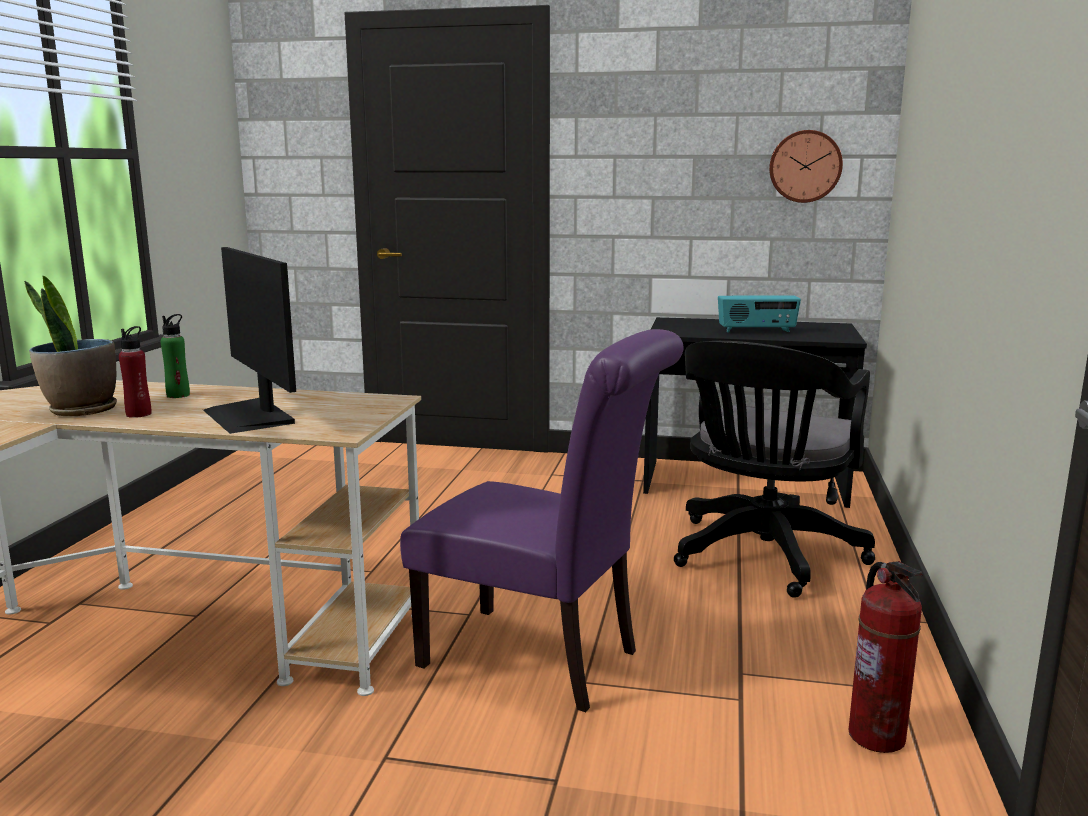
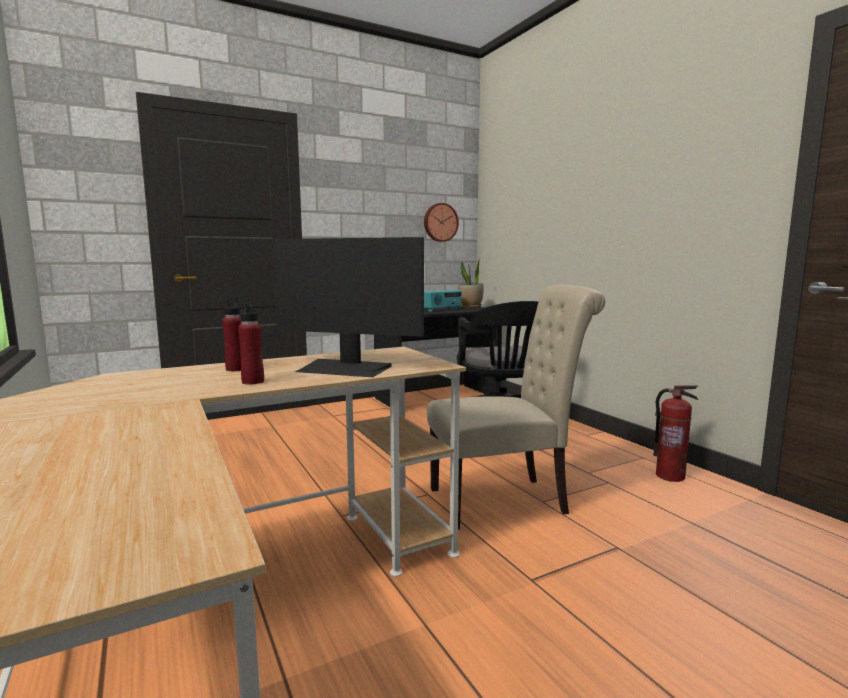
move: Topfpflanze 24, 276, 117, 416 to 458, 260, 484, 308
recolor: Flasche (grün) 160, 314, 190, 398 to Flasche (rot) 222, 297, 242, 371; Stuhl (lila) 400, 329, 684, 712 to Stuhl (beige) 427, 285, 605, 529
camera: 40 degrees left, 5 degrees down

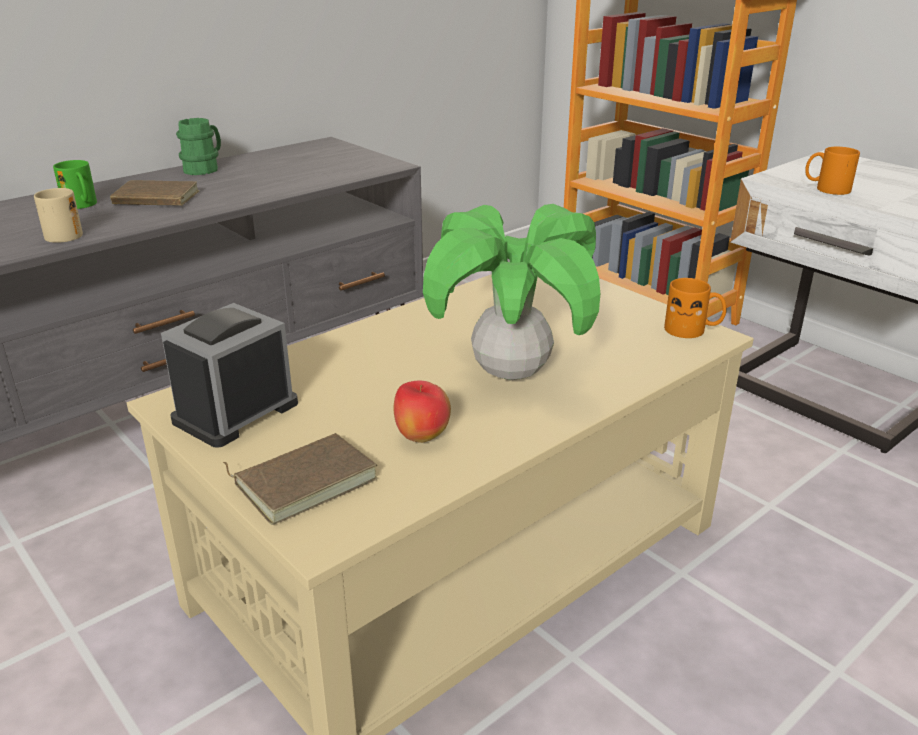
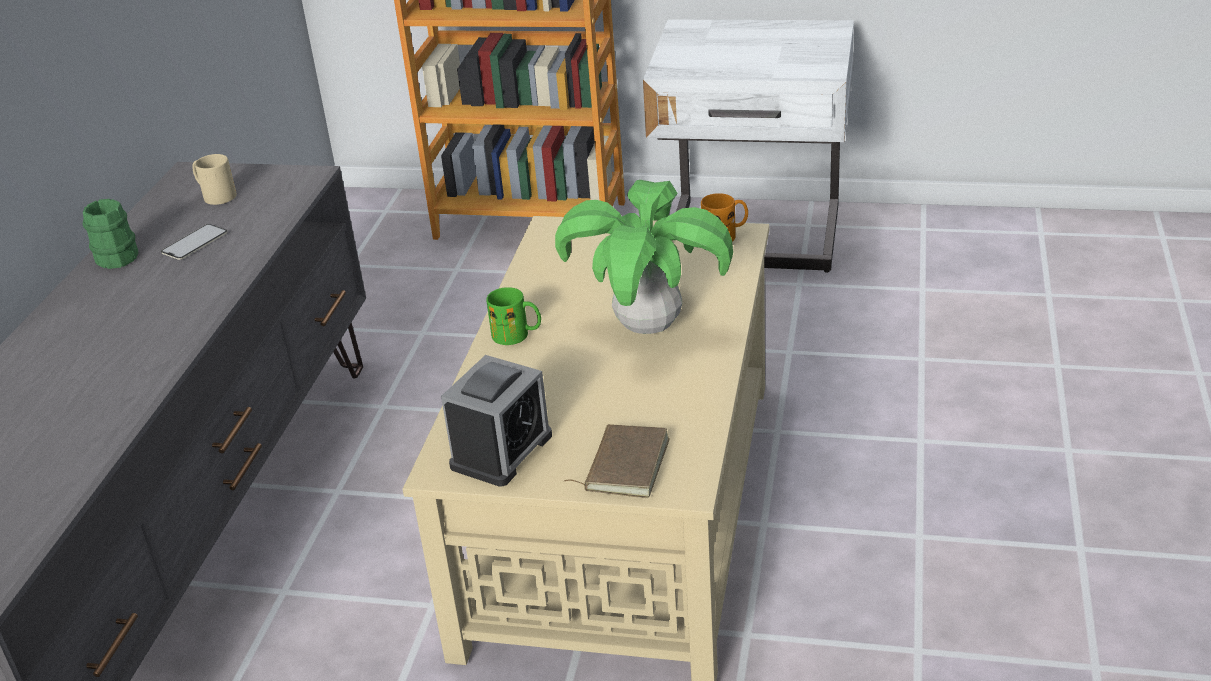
delete: Buch (braun) 110, 180, 200, 206; Apfel 394, 381, 451, 443; Henkelbecher (orange) 805, 147, 860, 195
insert: Handy 161, 224, 227, 260
move: Henkelbecher (beige) 34, 188, 83, 243 to 193, 154, 237, 205; Henkelbecher (grün) 53, 160, 97, 209 to 486, 287, 541, 345
rotate: Wecker 161, 303, 298, 448 = 441, 355, 552, 487 150 degrees counterclockwise
camera: 35 degrees left, 5 degrees up

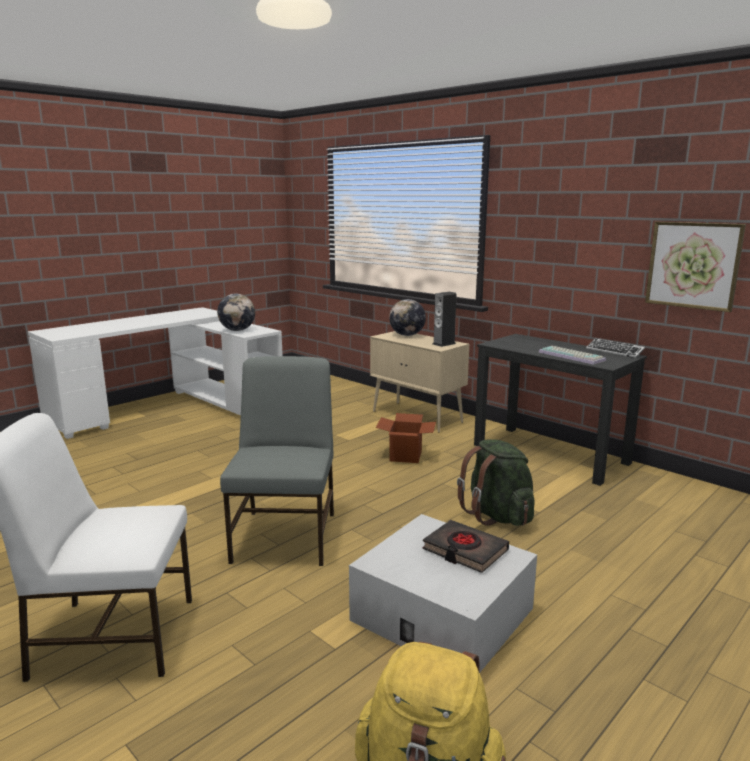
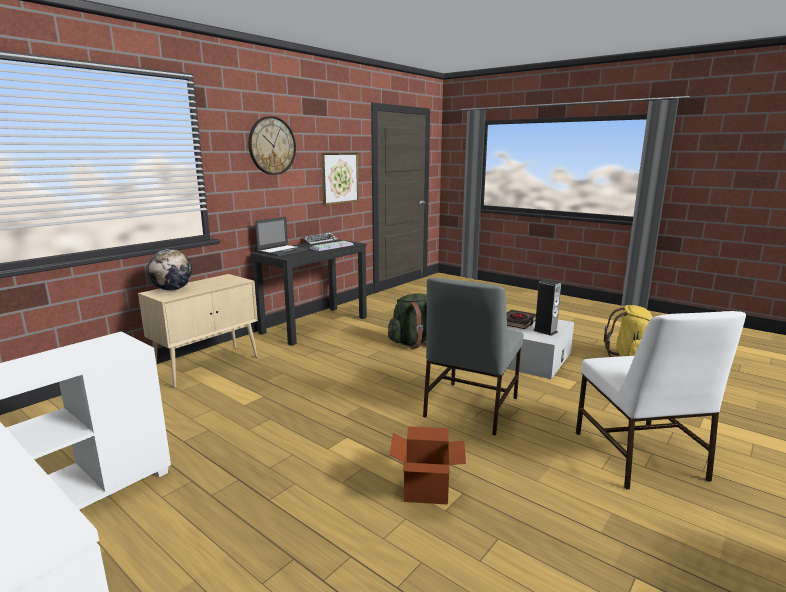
delete: Globus 217, 294, 255, 331
insert: Wanduhr 248, 116, 296, 175; Laptop 255, 217, 307, 256
move: Karton 376, 413, 436, 463 to 390, 426, 466, 505; Lautsprecher 433, 292, 456, 347 to 533, 280, 561, 336
rotate: Stuhl (grau) 220, 356, 334, 566 = 423, 278, 523, 436 60 degrees counterclockwise
camera: 95 degrees left, 0 degrees up

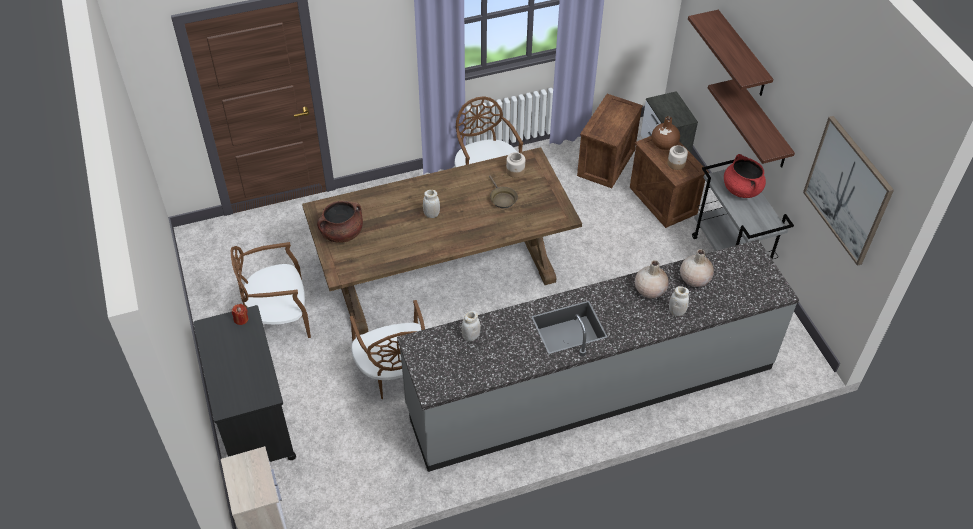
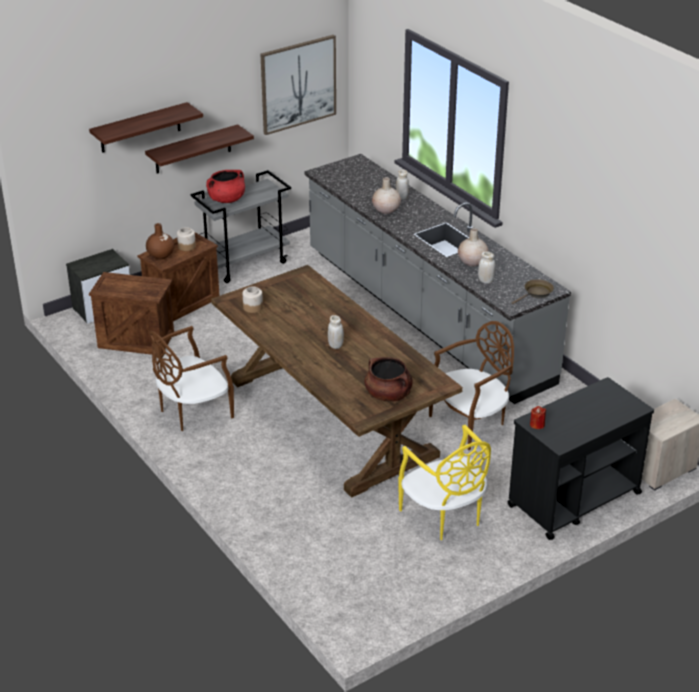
move: Pfanne (braun) 489, 176, 518, 208 to 512, 279, 554, 304; Vase (beige) 680, 249, 714, 287 to 458, 228, 489, 266
recolor: Stuhl (braun) 230, 242, 311, 338 to Stuhl (gelb) 398, 425, 491, 540
camera: 105 degrees left, 15 degrees down

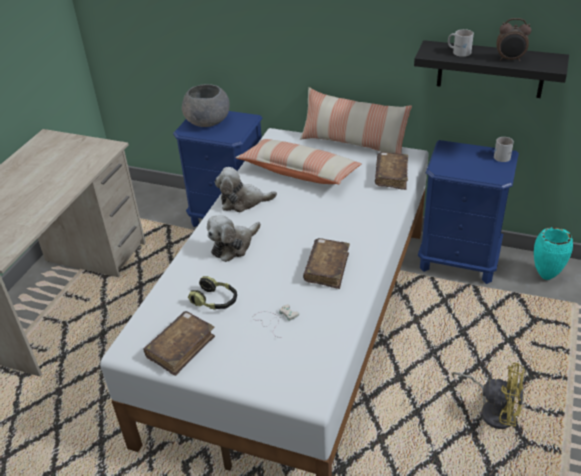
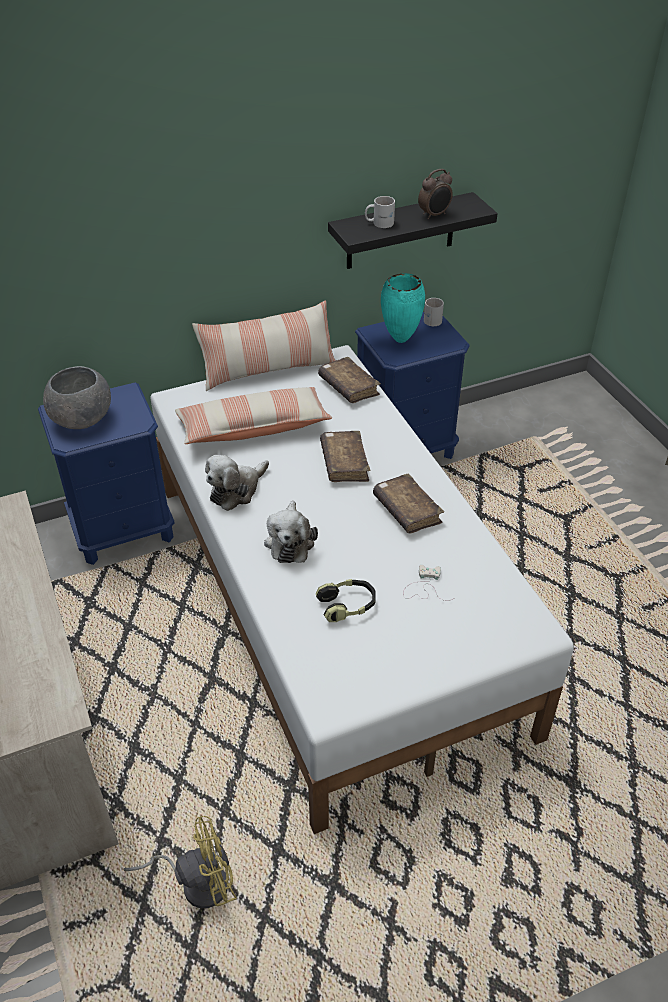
move: Buch (braun) 143, 311, 215, 376 to 320, 431, 370, 482; Ventilator (gelb) 452, 363, 525, 429 to 124, 816, 237, 908; Vase (türkis) 534, 227, 573, 280 to 381, 273, 425, 343
camera: 45 degrees left, 5 degrees up

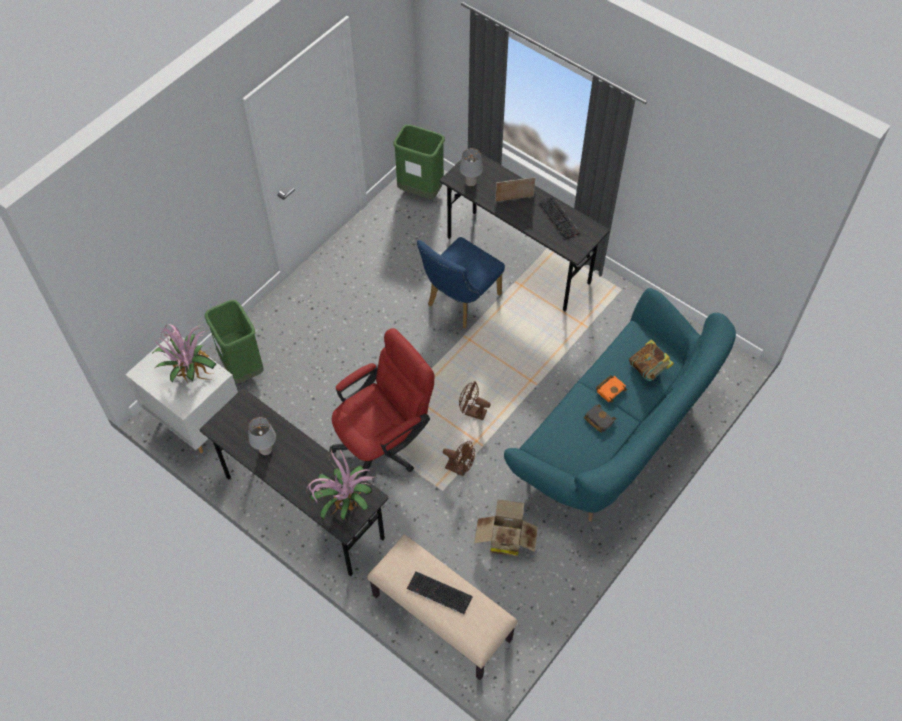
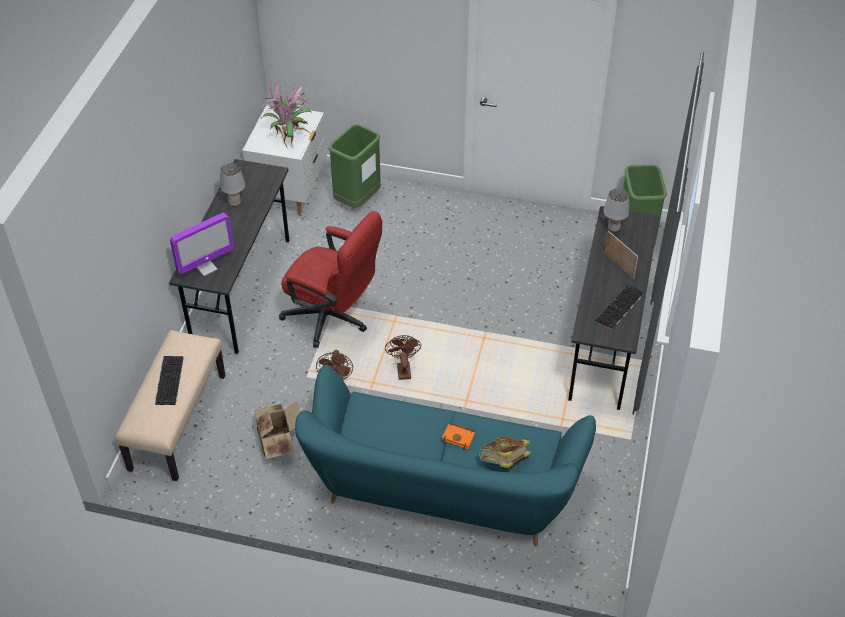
delete: Stuhl (blau) 417, 237, 505, 328; Buch (schwarz) 584, 404, 616, 433
replace: Topfpflanze 307, 448, 375, 522 to Monitor 170, 213, 234, 276
camera: 65 degrees right, 10 degrees down

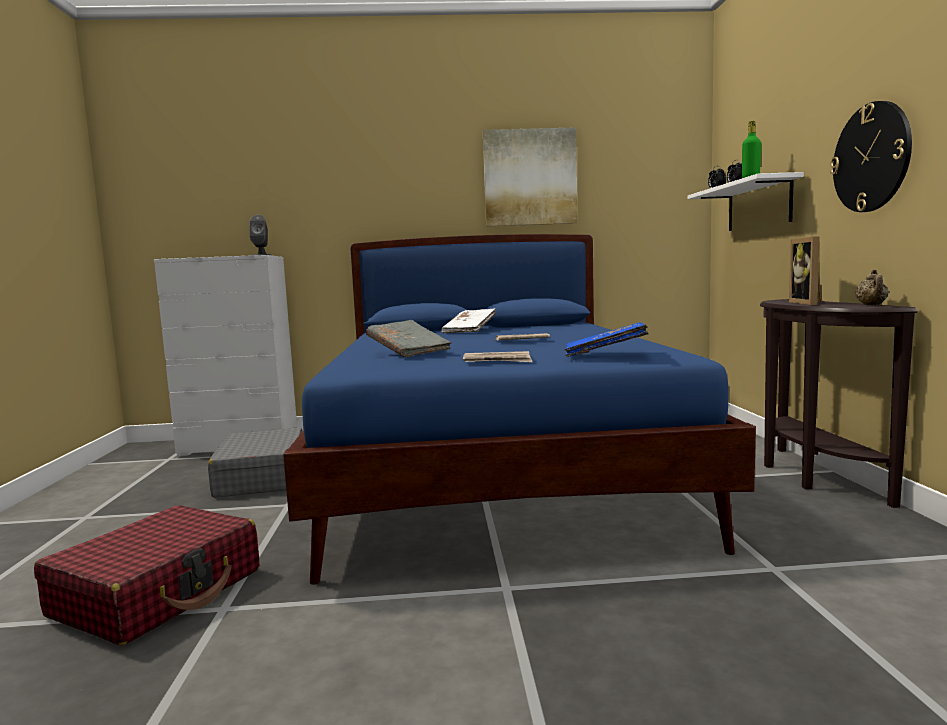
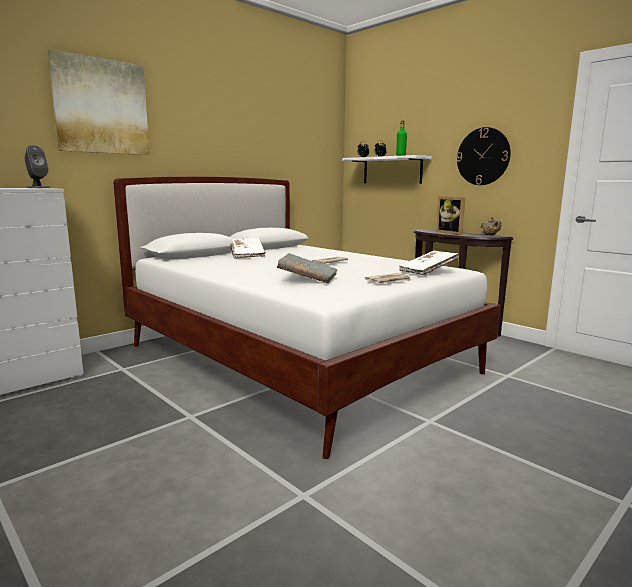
delete: Koffer (rot) 34, 505, 259, 646; Koffer (grau) 208, 427, 303, 498
move: Bild 483, 127, 578, 226 to 48, 49, 150, 155
recolor: Bett (blau) 283, 234, 756, 585 to Bett (weiß) 114, 177, 500, 459; Buch (blau) 564, 322, 649, 357 to Buch (weiß) 399, 251, 459, 275
camera: 40 degrees left, 5 degrees up

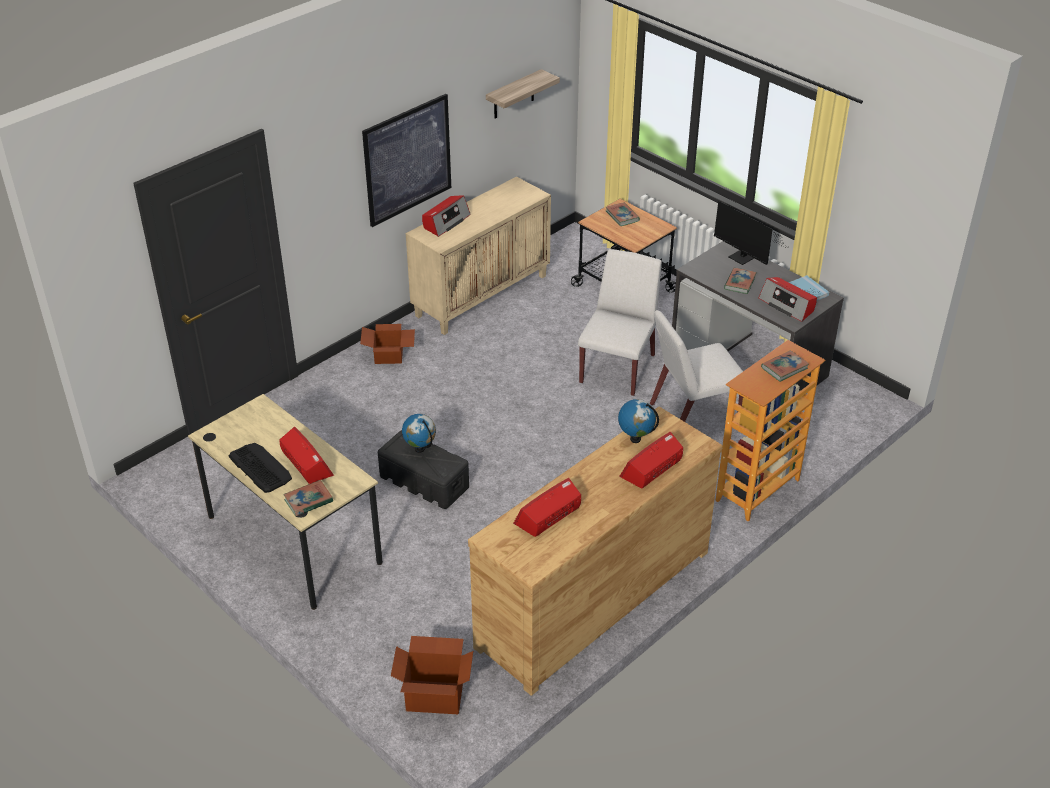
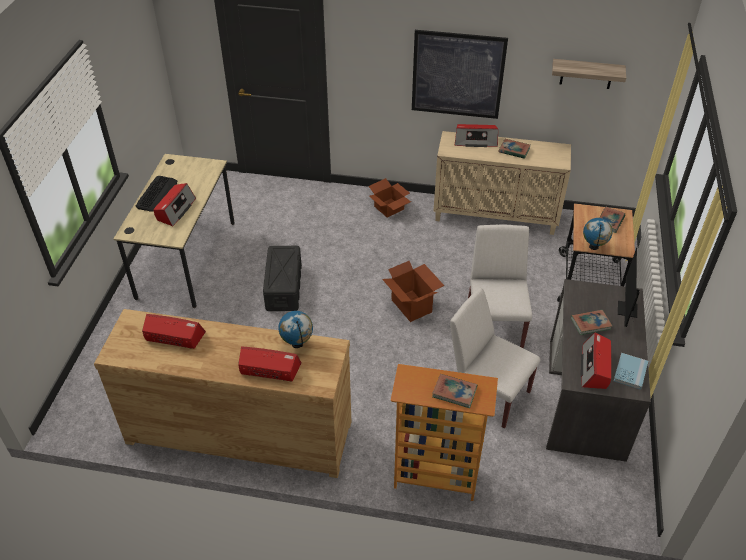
move: Buch 283, 480, 333, 516 to 499, 139, 530, 159; Karton 391, 636, 473, 714 to 382, 261, 444, 322; Globus 402, 414, 436, 453 to 583, 218, 613, 250
rotate: Stuhl (weiß) 578, 249, 662, 396 = 468, 224, 532, 348 75 degrees counterclockwise
camera: 55 degrees right, 5 degrees up

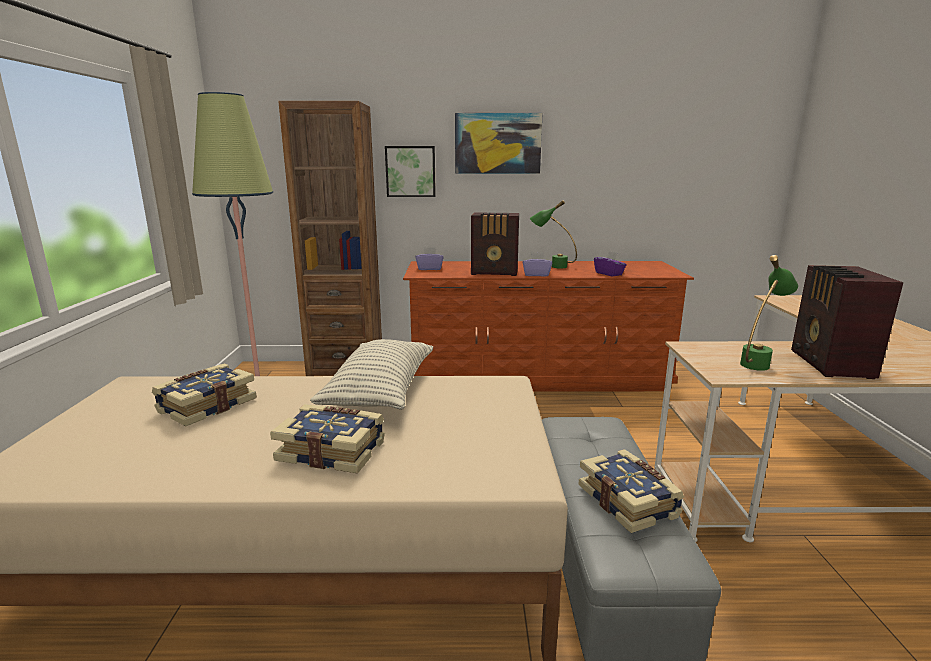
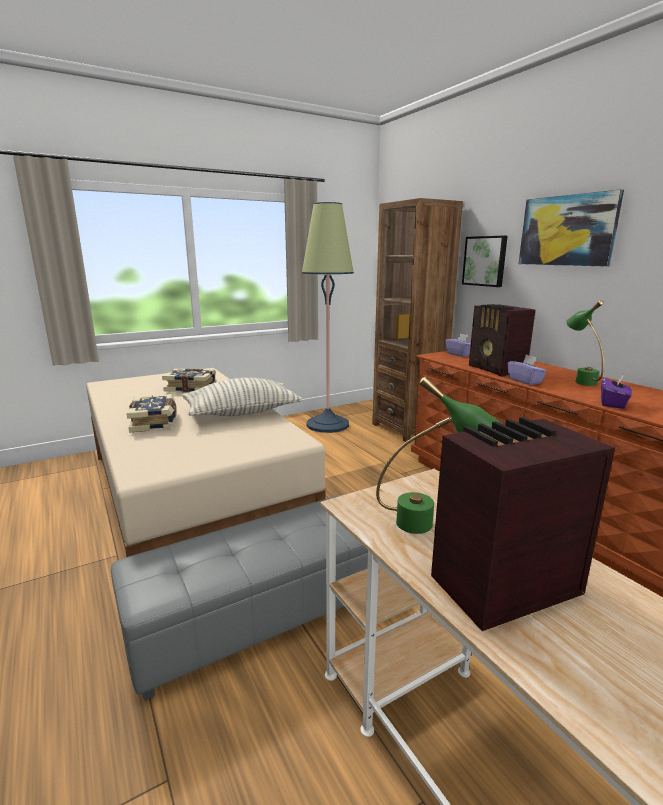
delete: Buch 578, 449, 684, 533
camera: 60 degrees right, 0 degrees up

